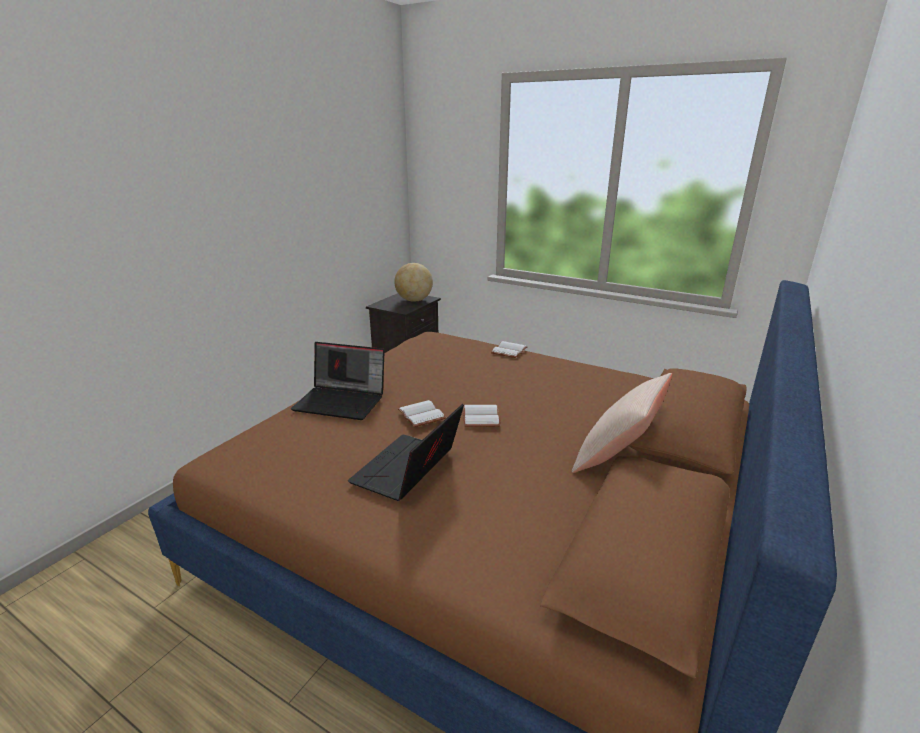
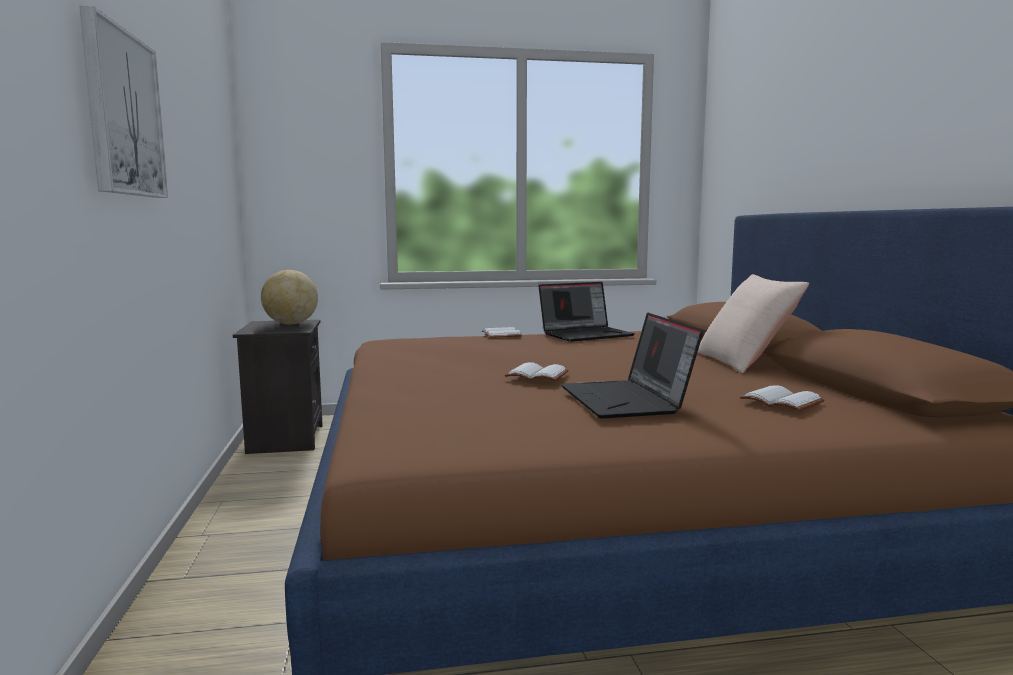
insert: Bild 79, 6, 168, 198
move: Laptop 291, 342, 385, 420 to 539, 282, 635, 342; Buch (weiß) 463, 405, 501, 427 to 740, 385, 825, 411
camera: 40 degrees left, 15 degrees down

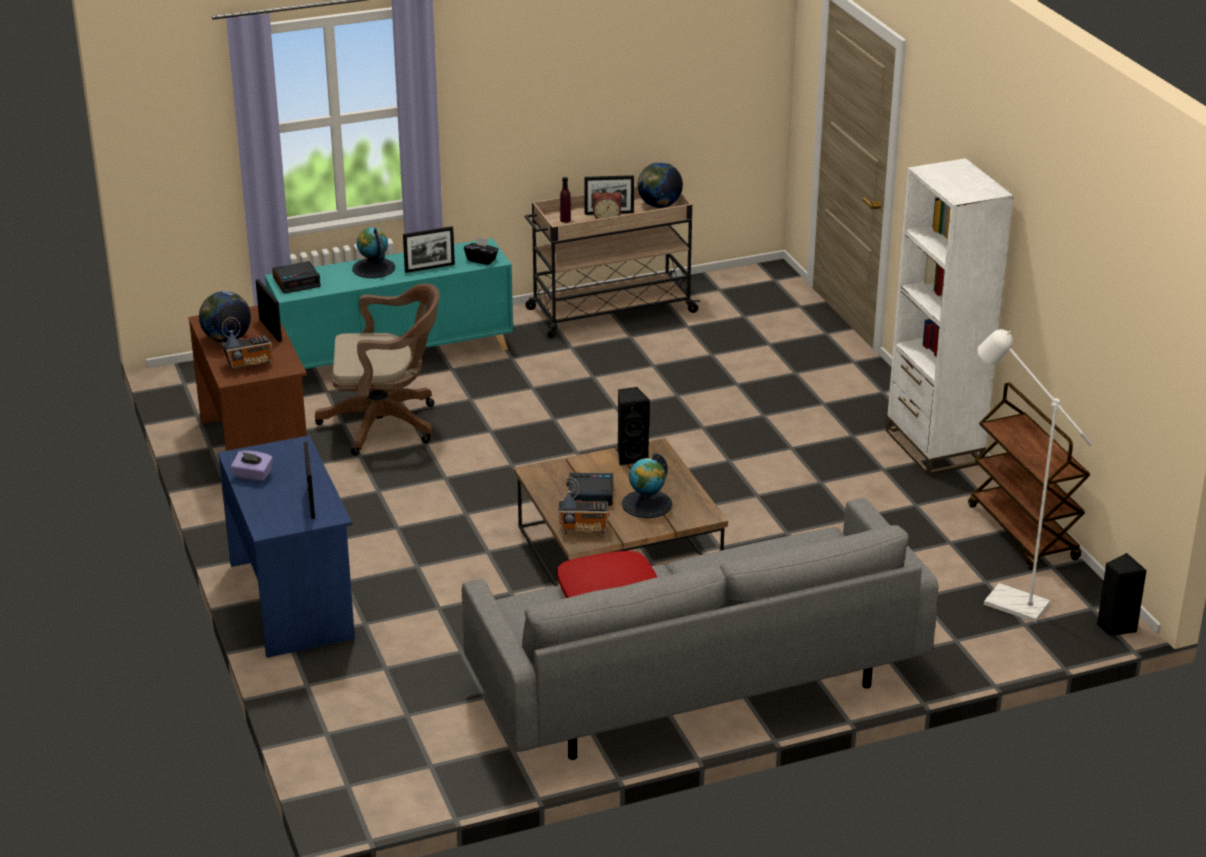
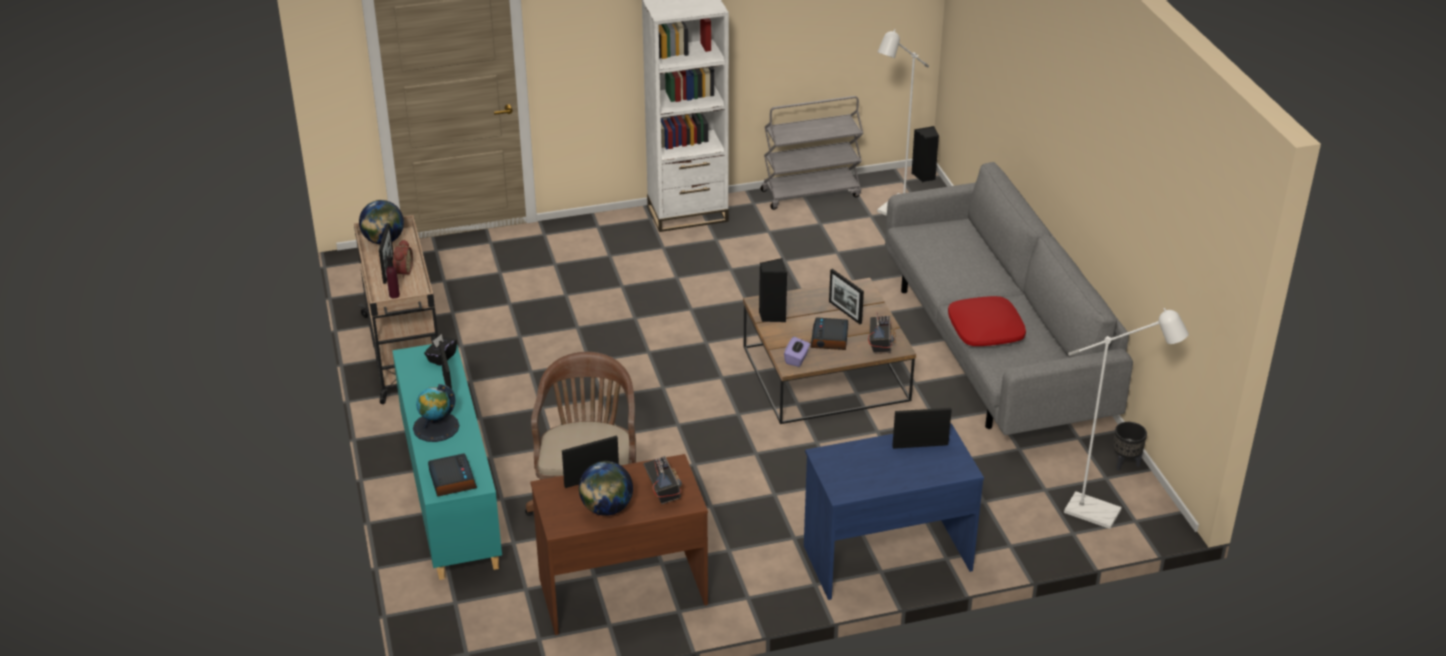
insert: Stehlampe (weiß) 1064, 308, 1189, 529; Pflanzkübel (schwarz) 1113, 422, 1147, 471
move: Taschentuchbox (lila) 231, 451, 273, 481 to 784, 337, 810, 367
replace: Globus 622, 453, 672, 518 to Bilderrahmen 829, 269, 864, 324
recolor: Rollwagen (braun) 968, 382, 1090, 570 to Rollwagen (grau) 760, 96, 863, 210
camera: 85 degrees left, 5 degrees up

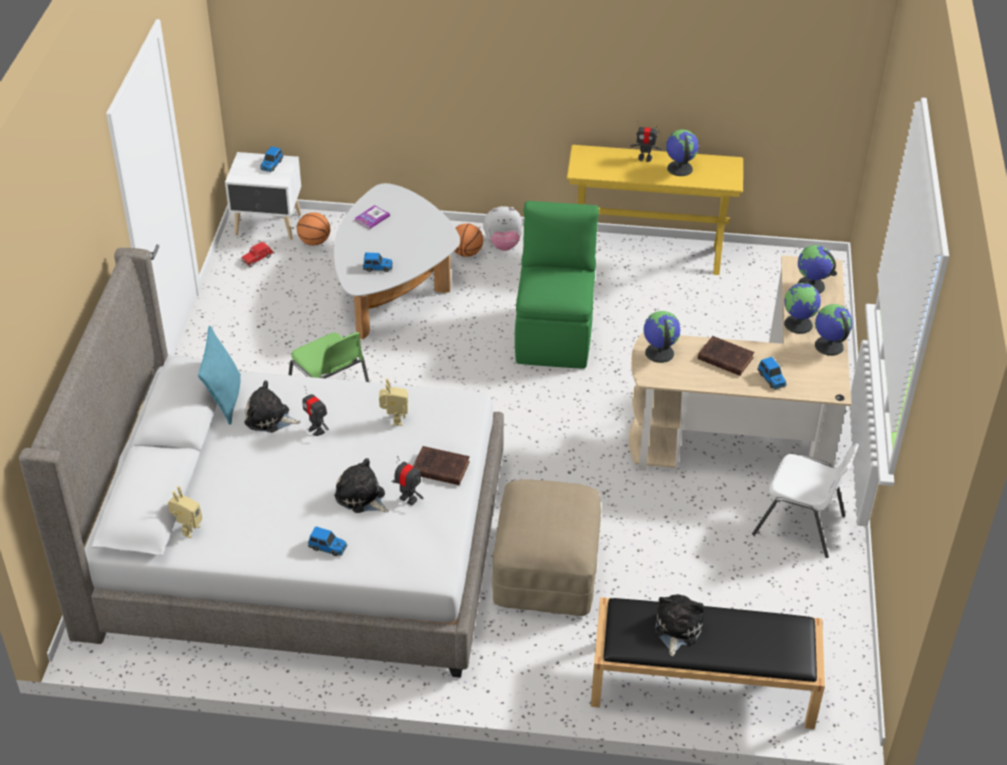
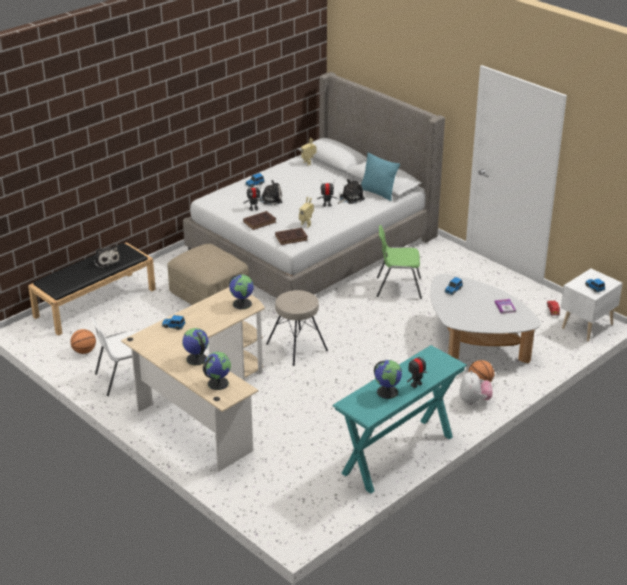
delete: Stuhl (grün) 515, 201, 599, 369; Globus 815, 304, 852, 356
insert: Hocker (beige) 266, 290, 328, 366
move: Basketball 297, 212, 330, 246 to 70, 329, 96, 354; Buch (braun) 698, 336, 754, 376 to 275, 228, 308, 245
recolor: Konsolentisch (gelb) 566, 145, 743, 275 to Konsolentisch (türkis) 333, 345, 467, 494
rotate: Plüschtier 483, 206, 522, 251 = 459, 370, 492, 405 150 degrees clockwise
camera: 130 degrees right, 10 degrees down

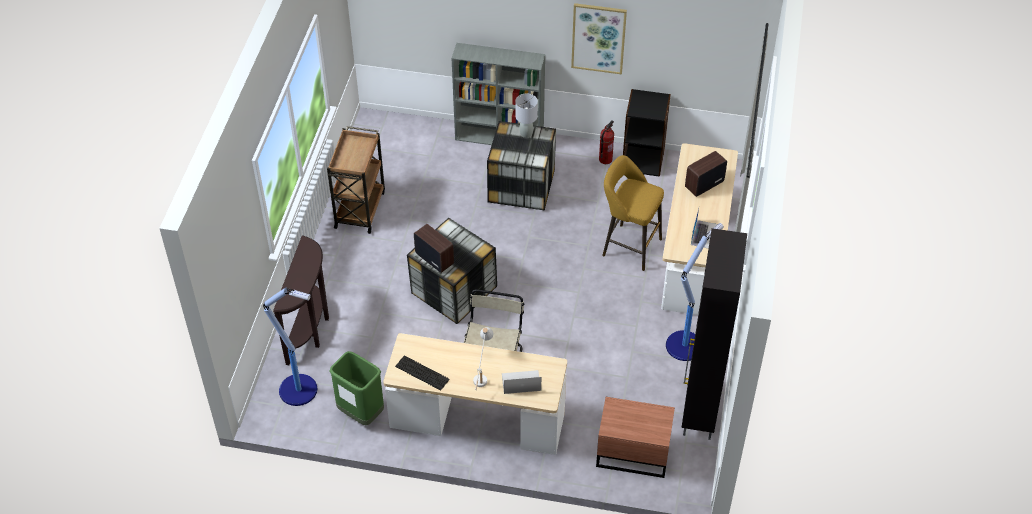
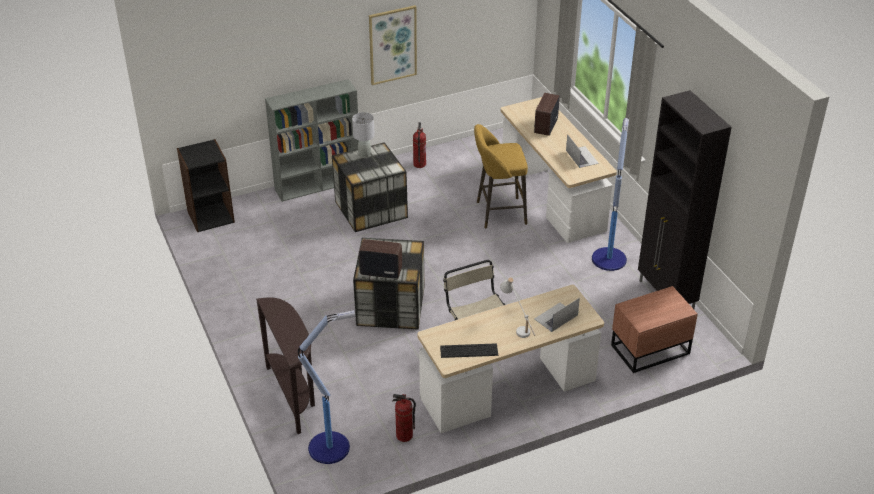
delete: Rollwagen (braun) 327, 126, 385, 234
move: Bücherregal (schwarz) 623, 89, 671, 177 to 177, 139, 235, 232
replace: Mülleimer (grün) 329, 351, 384, 426 to Feuerlöscher 392, 394, 416, 442
camera: 35 degrees left, 10 degrees down

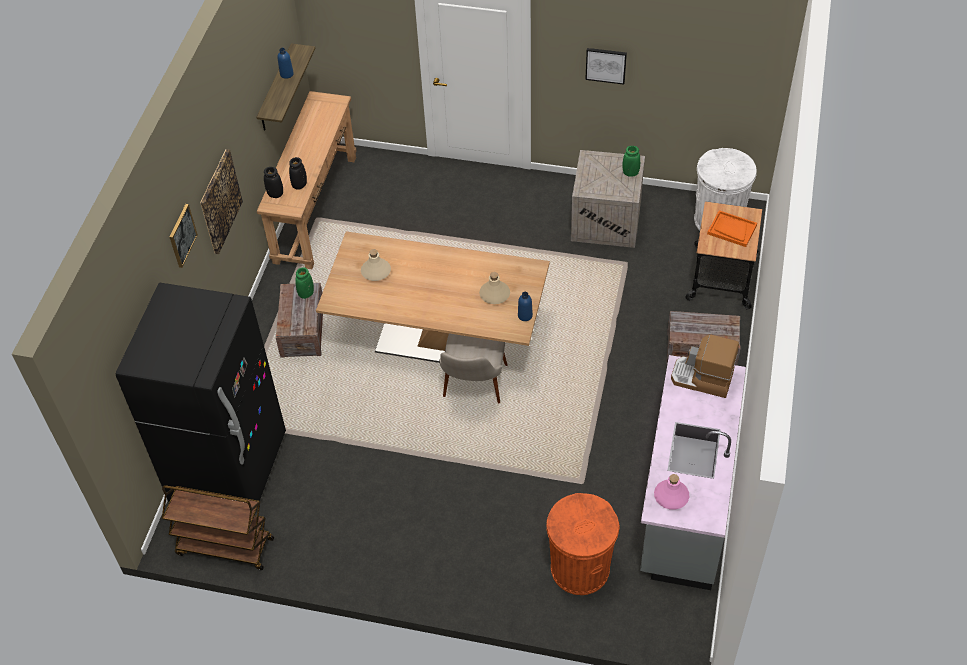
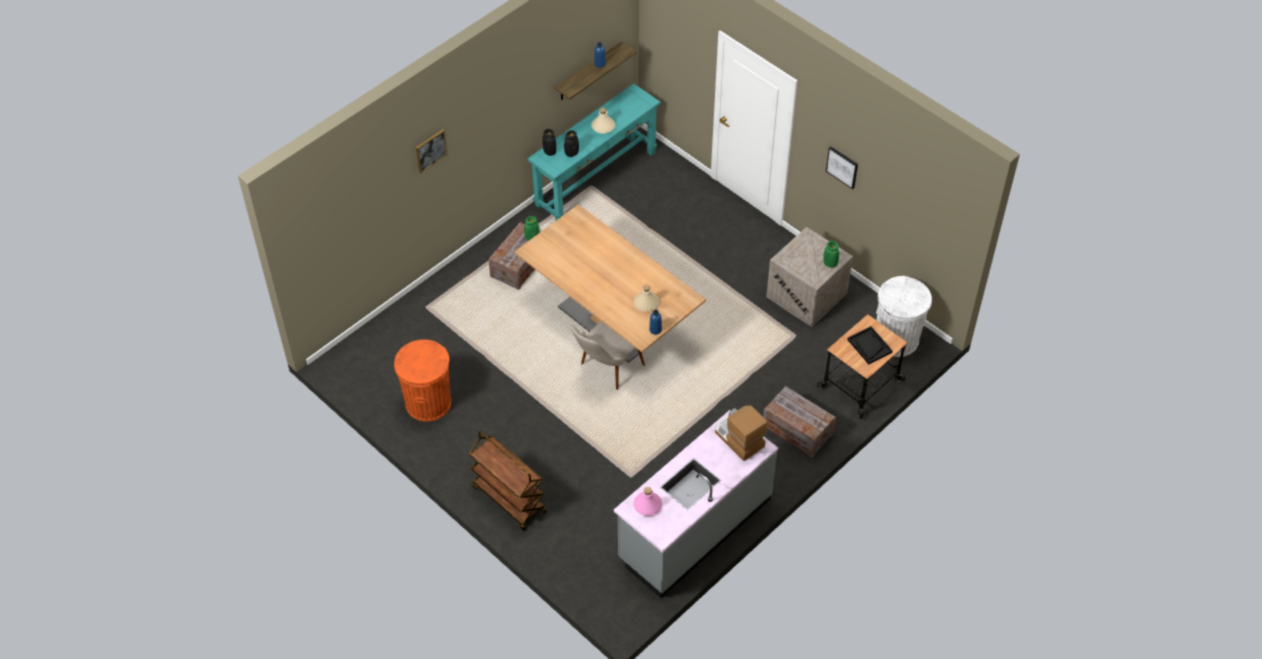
delete: Kühlschrank (schwarz) 116, 282, 286, 502; Bild 200, 149, 243, 254
move: Rollwagen (braun) 162, 485, 274, 570 to 469, 431, 547, 531; Flasche (beige) 361, 249, 391, 281 to 592, 108, 615, 133; Mülleimer (orange) 546, 493, 620, 595 to 394, 340, 451, 422
recolor: Konsolentisch (braun) 257, 91, 357, 269 to Konsolentisch (türkis) 528, 83, 661, 220; Tablett (orange) 707, 210, 757, 247 to Tablett (schwarz) 847, 326, 892, 364
camera: 30 degrees right, 0 degrees up

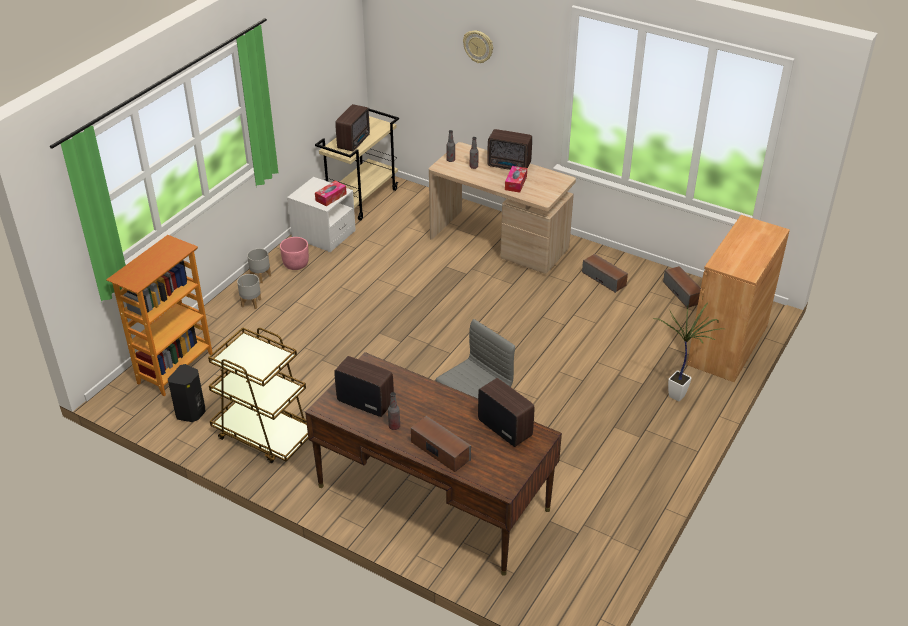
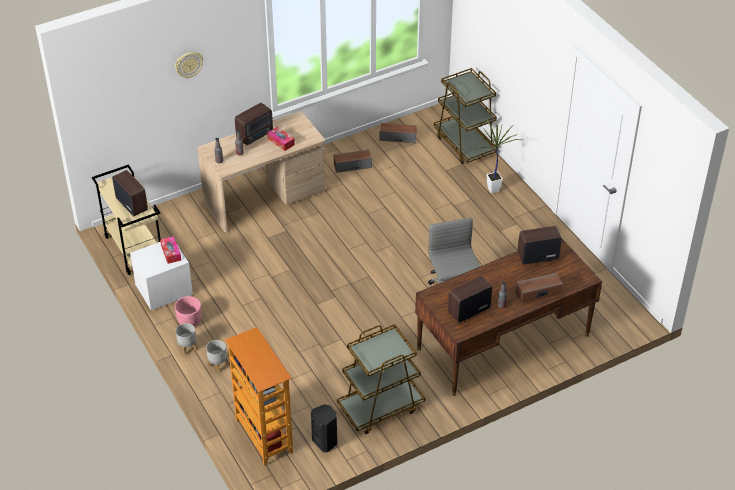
replace: Schrank (braun) 687, 215, 790, 382 to Rollwagen (braun) 434, 68, 497, 164
camera: 60 degrees left, 5 degrees up

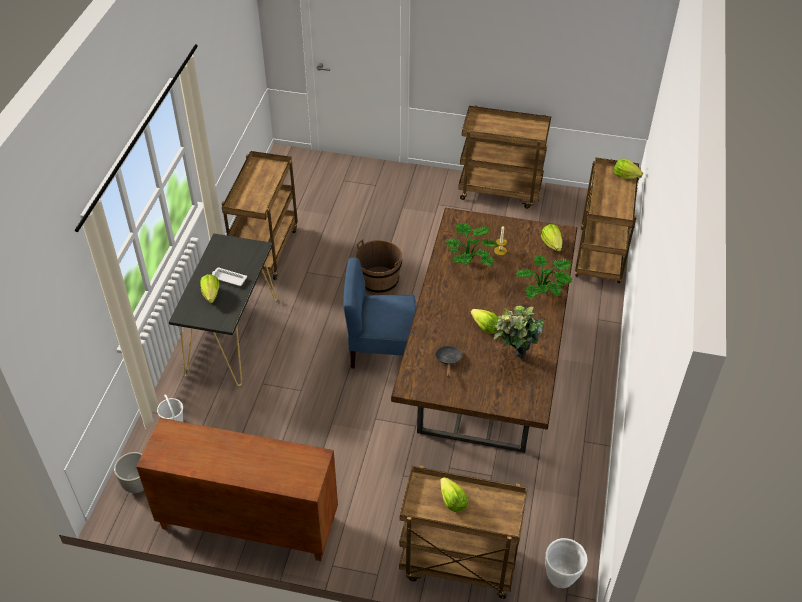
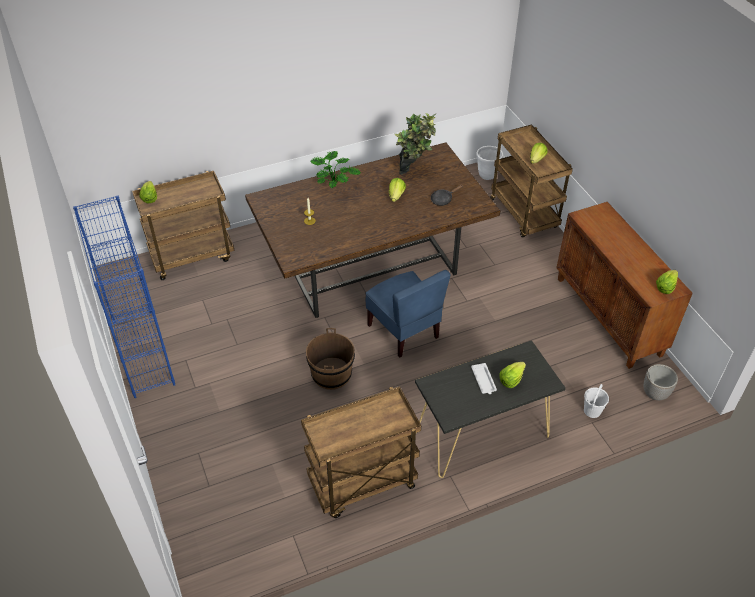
delete: Topfpflanze 445, 223, 498, 267
move: Salatkopf 541, 224, 562, 251 to 656, 270, 678, 294
replace: Rollwagen (braun) 458, 106, 551, 209 to Bücherregal (blau) 73, 195, 175, 398
camera: 125 degrees left, 0 degrees up

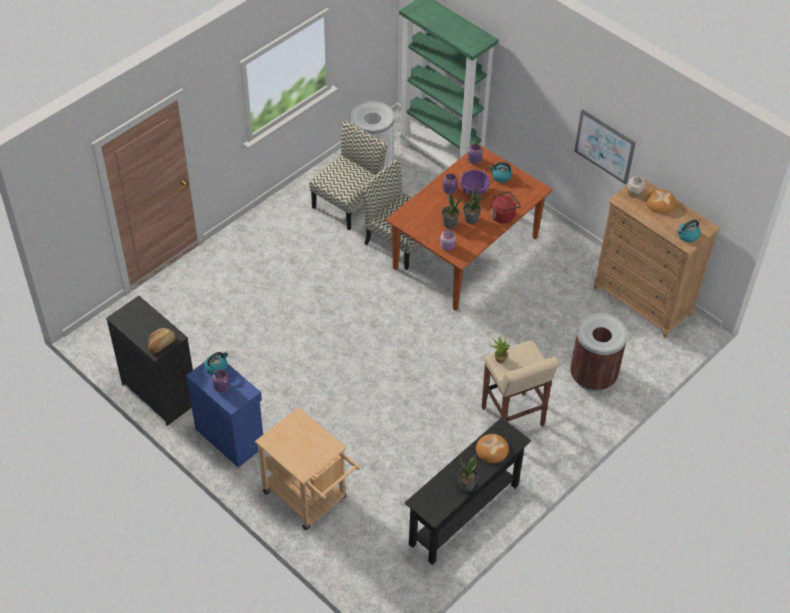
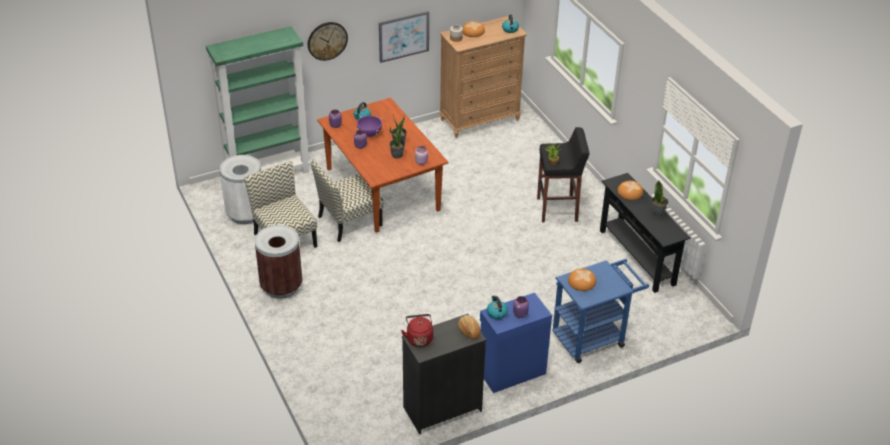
insert: Wanduhr 308, 22, 348, 61; Brot 568, 269, 596, 291
move: Wasserkessel (rot) 491, 191, 521, 223 to 401, 314, 433, 347; Mülleimer (braun) 570, 313, 628, 392 to 254, 225, 302, 299
recolor: Rollwagen (beige) 255, 407, 360, 530 to Rollwagen (blau) 552, 259, 649, 363; Hocker (beige) 482, 341, 559, 426 to Hocker (schwarz) 537, 127, 589, 223
camera: 70 degrees left, 10 degrees down

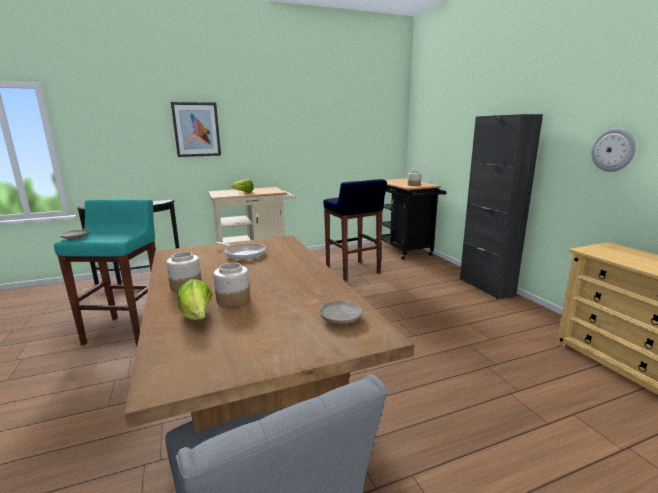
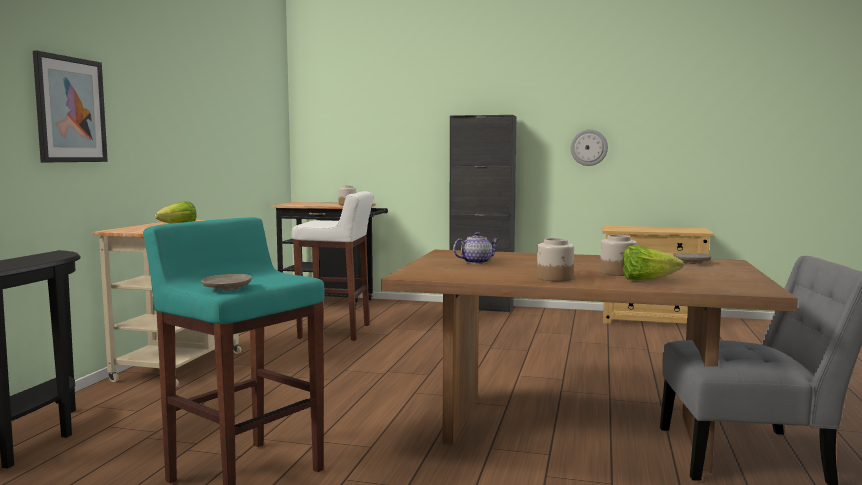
replace: Pfanne 216, 242, 266, 260 to Teekanne 453, 232, 500, 264
recolor: Hocker (blau) 324, 179, 387, 281 to Hocker (weiß) 292, 191, 374, 341
camera: 55 degrees left, 10 degrees down

